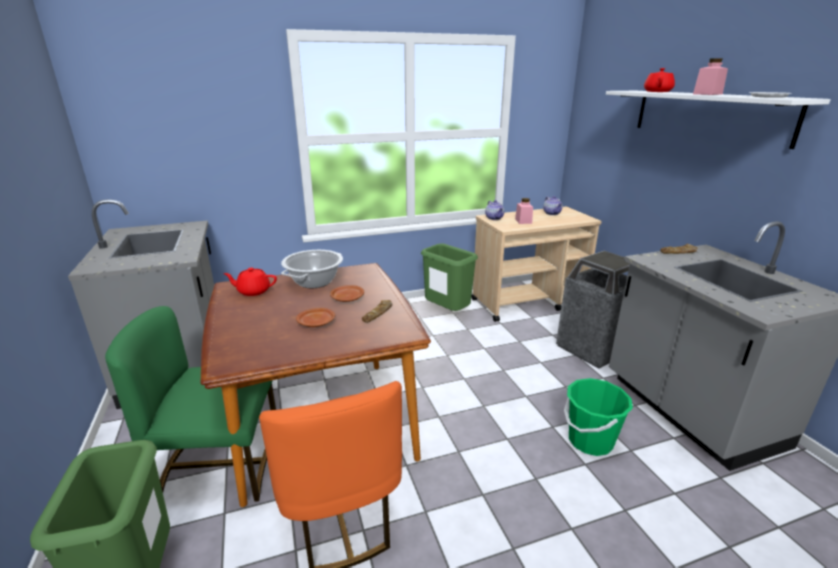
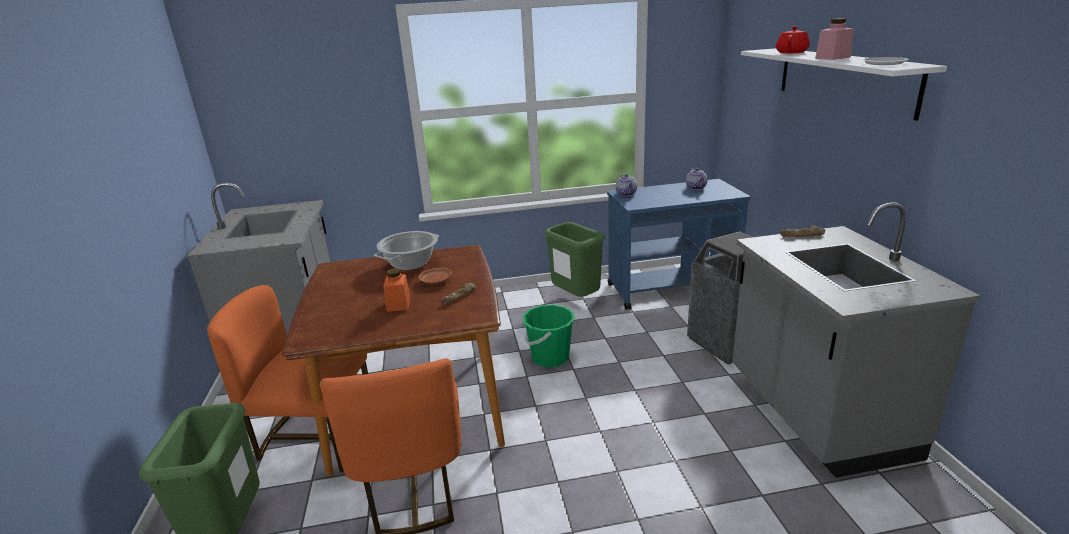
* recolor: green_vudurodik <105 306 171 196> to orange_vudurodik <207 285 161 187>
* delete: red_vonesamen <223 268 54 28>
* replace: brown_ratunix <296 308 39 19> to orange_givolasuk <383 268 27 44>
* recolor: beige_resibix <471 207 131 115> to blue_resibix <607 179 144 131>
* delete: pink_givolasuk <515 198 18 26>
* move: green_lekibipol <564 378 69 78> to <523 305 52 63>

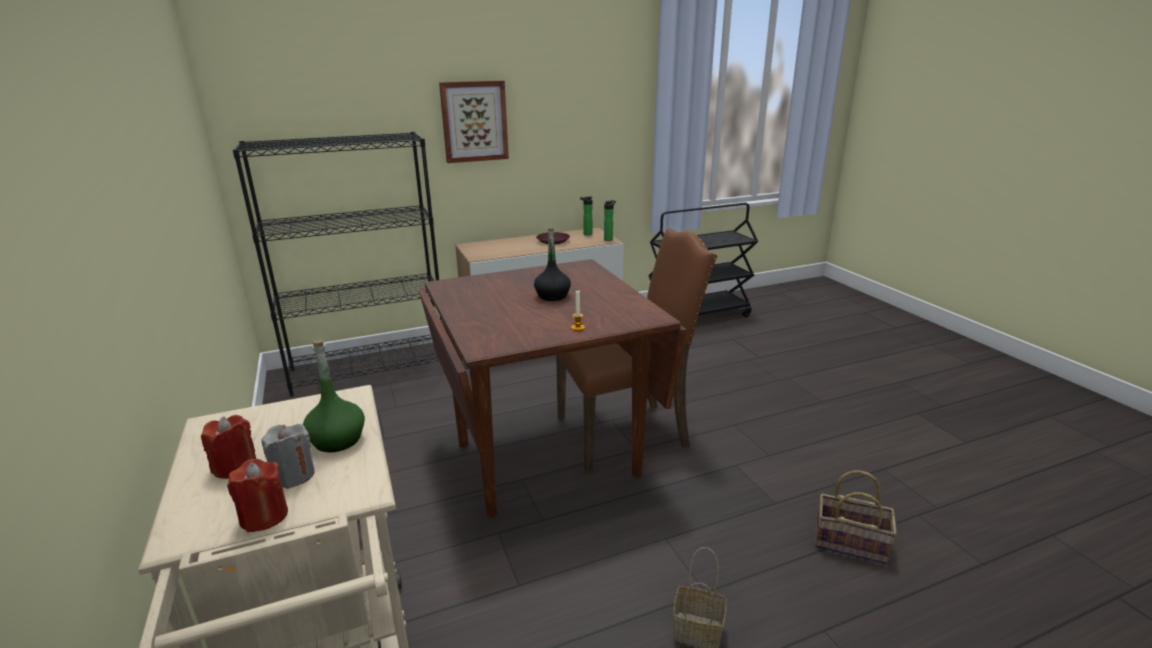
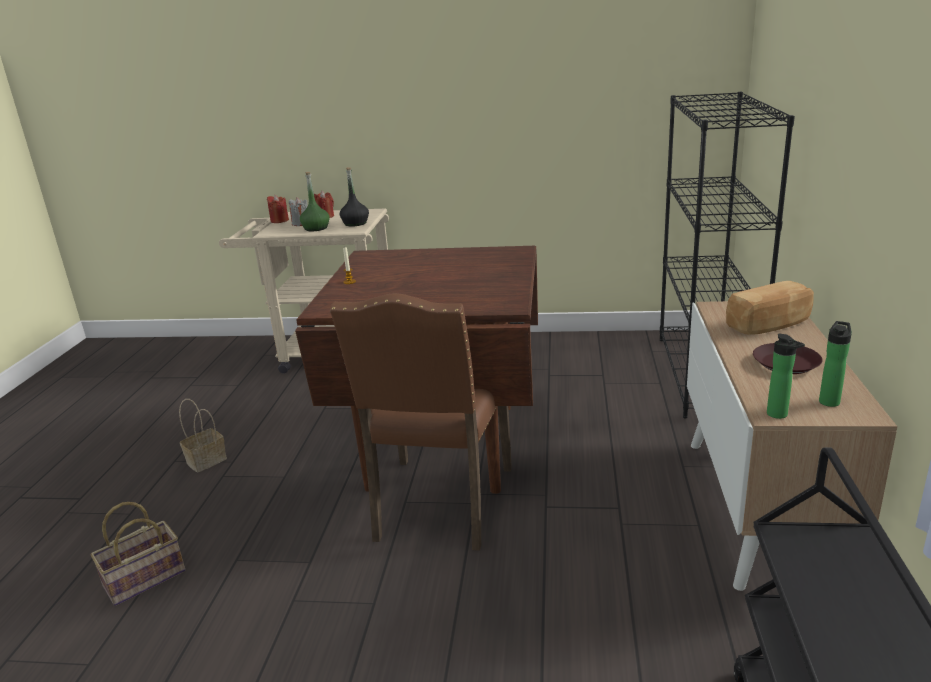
* delete: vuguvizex <439 81 70 82>
* move: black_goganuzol <534 228 37 73> to <340 167 29 59>
* insert: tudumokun <726 281 88 54>

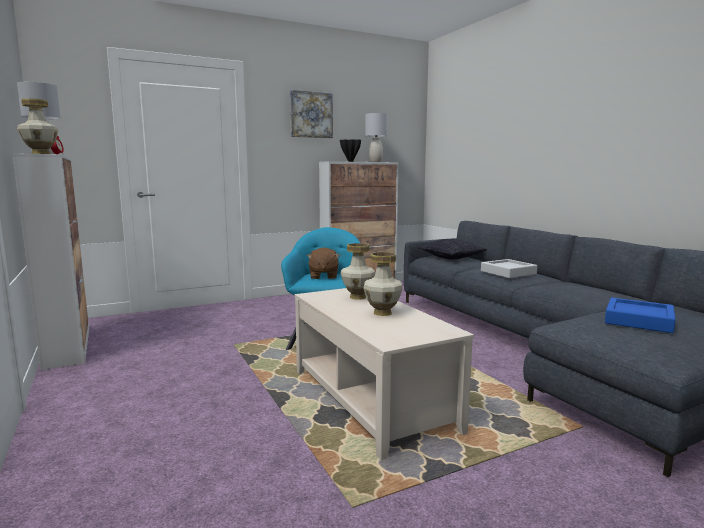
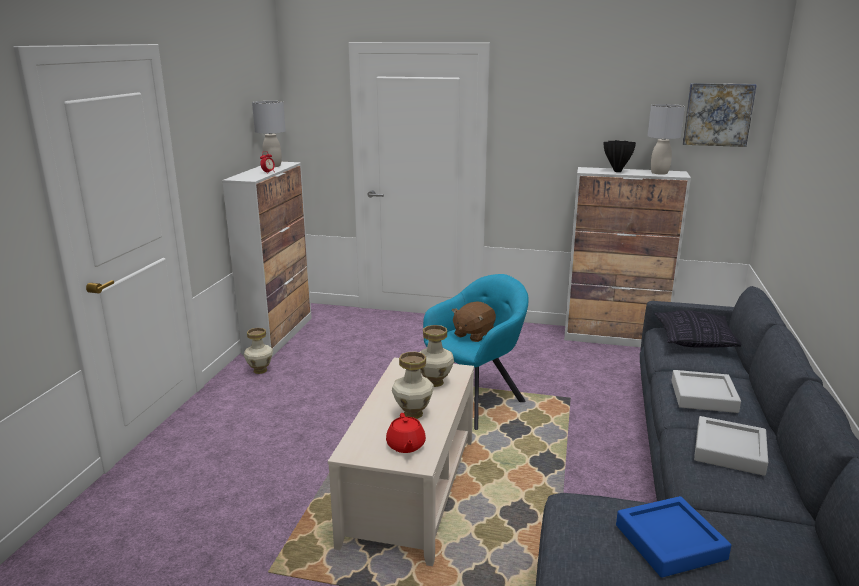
* move: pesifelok <17 98 41 56> to <244 328 29 46>
* move: vuguvizex <290 90 43 48> to <682 83 75 64>
* insert: red_vonesamen <386 413 40 40>
* insert: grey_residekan <694 416 74 60>

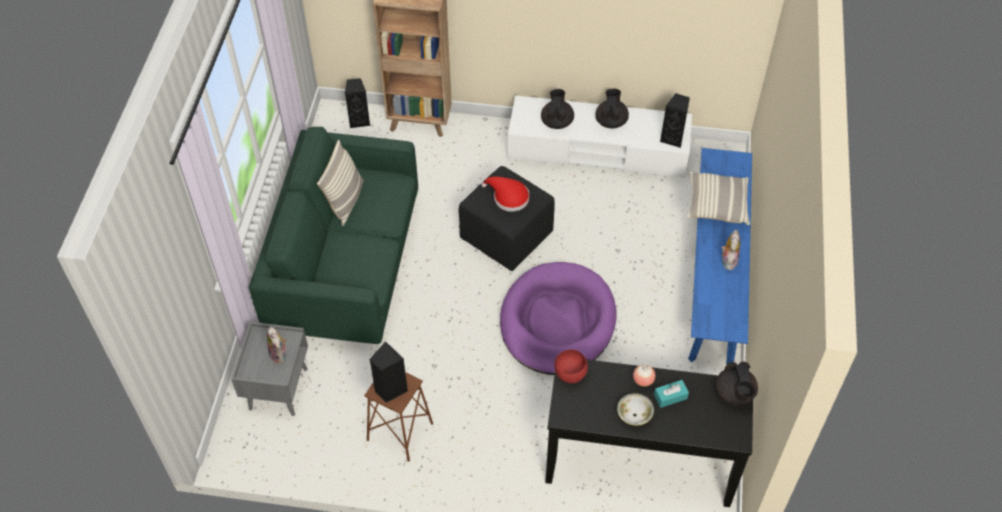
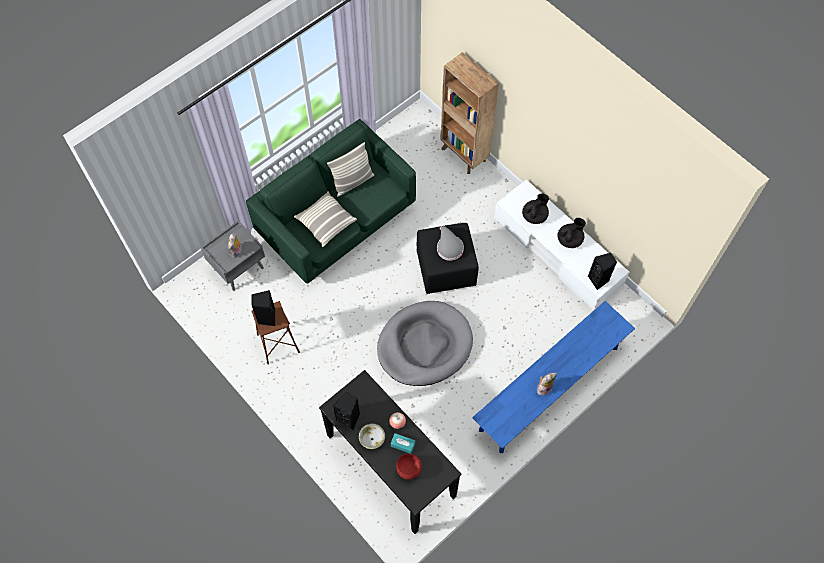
* move: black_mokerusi <345 78 26 50> to <333 391 27 40>
* recolor: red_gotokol <481 176 48 36> to grey_gotokol <437 226 27 35>
* recolor: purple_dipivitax <500 262 116 113> to grey_dipivitax <377 301 96 85>
* move: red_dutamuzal <554 350 34 33> to <396 454 26 26>
* move: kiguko <687 172 63 53> to <294 191 63 56>
* delete: black_vonesamen <715 361 43 44>

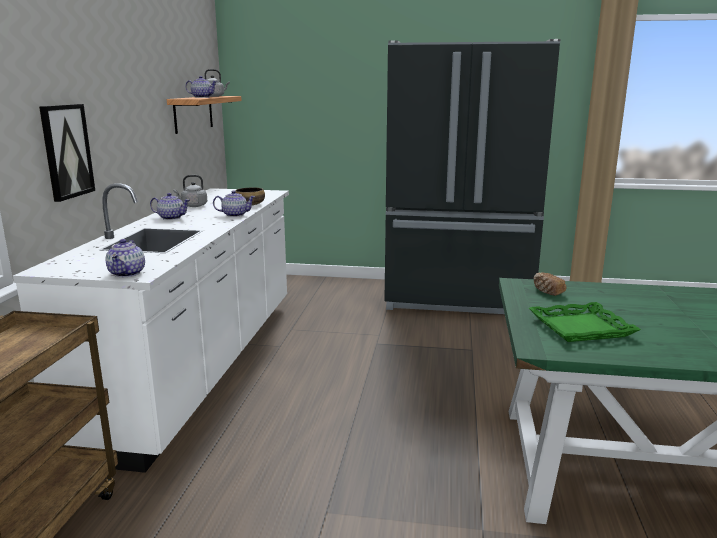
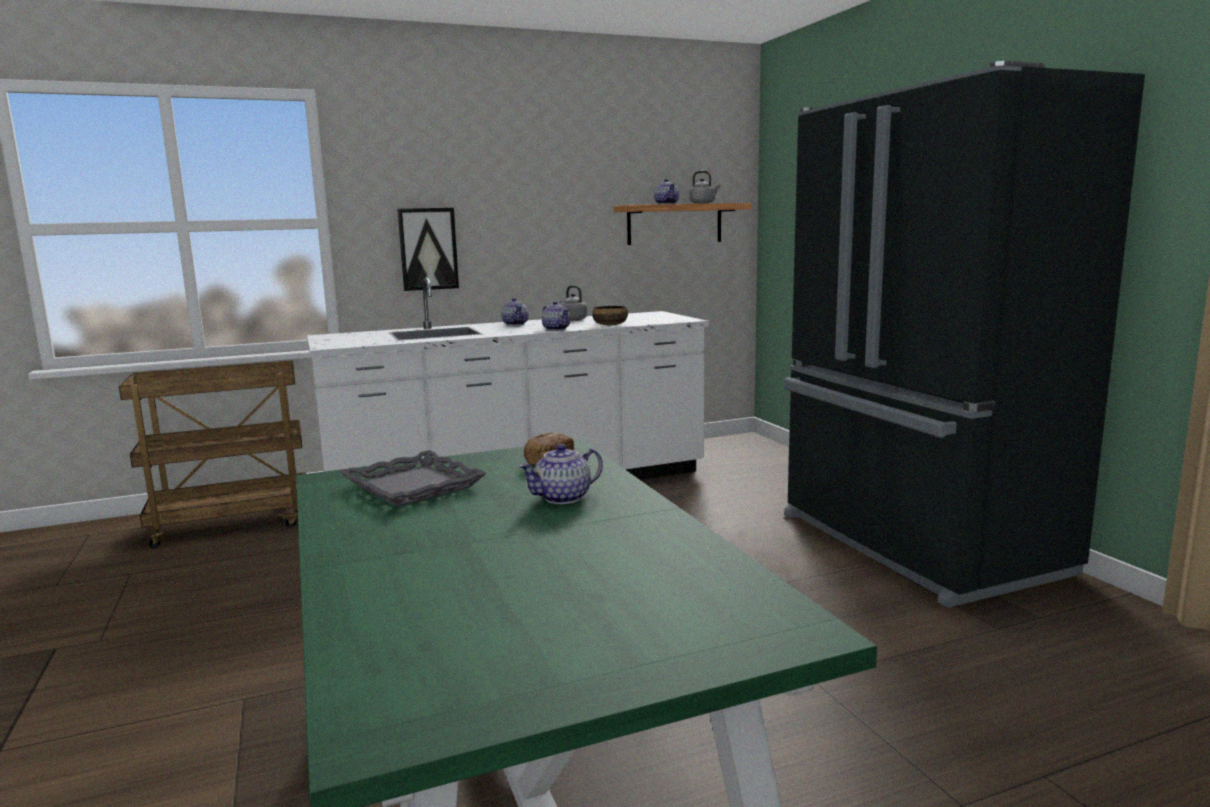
* move: vonesamen <105 239 40 38> to <518 444 85 60>
* recolor: green_residekan <529 302 112 40> to grey_residekan <340 450 147 57>

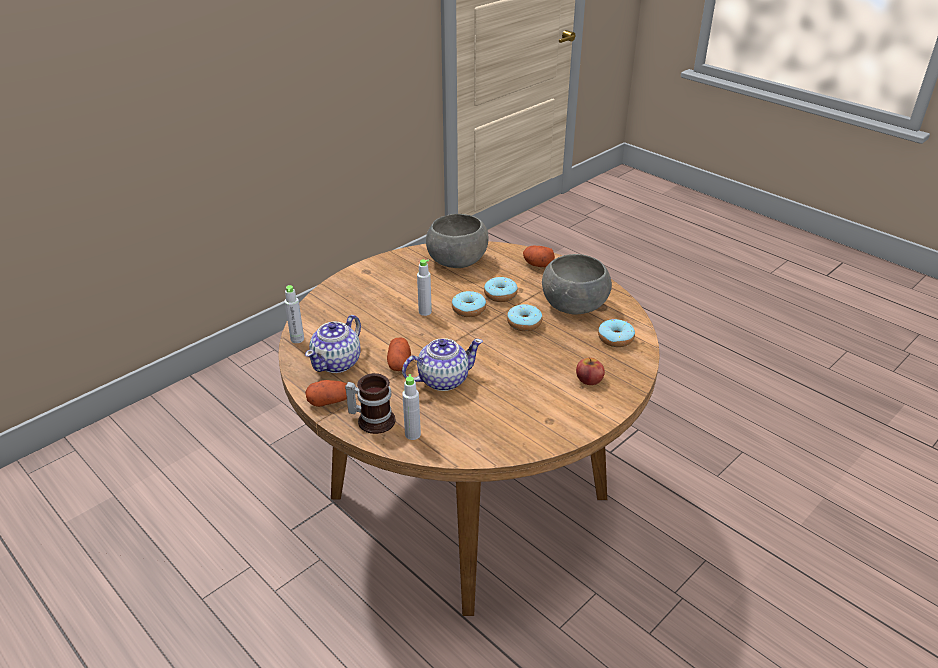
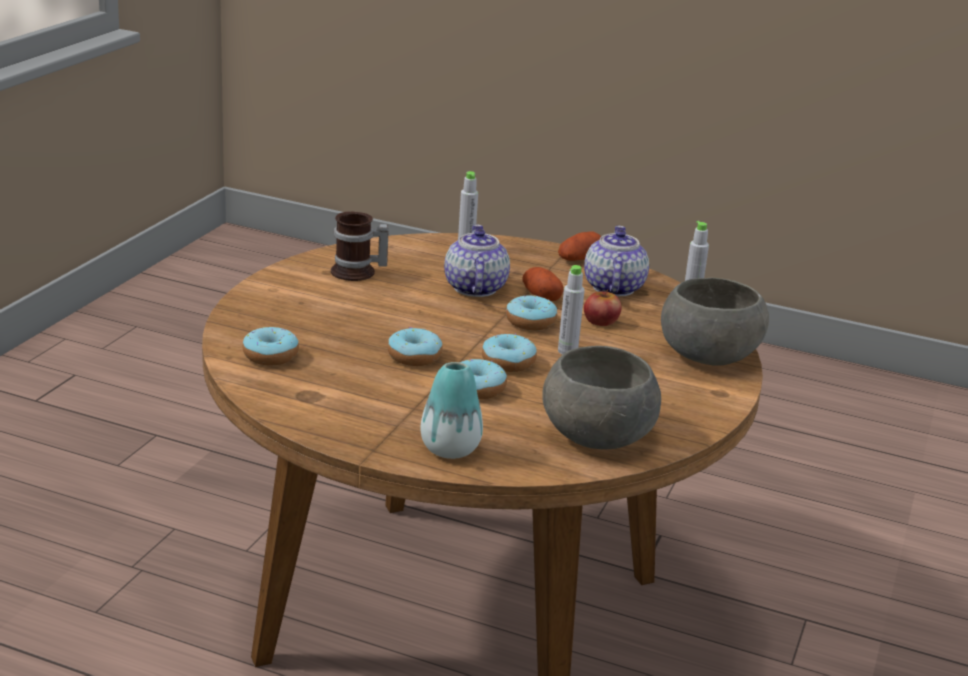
* move: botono <345 373 51 61> to <331 211 58 70>
* rotate: vonesamen <402 338 81 53> = <444 224 66 73> 135 degrees clockwise
* replace: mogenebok <523 246 32 21> to pesifelok <420 362 63 97>
* move: grey_dutamuzal <542 254 70 61> to <661 278 108 88>
* move: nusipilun <576 358 29 27> to <584 289 37 37>
* insert: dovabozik <506 296 51 34>

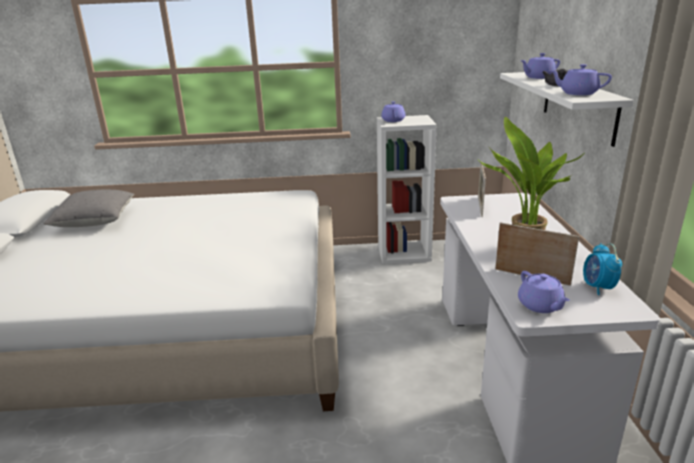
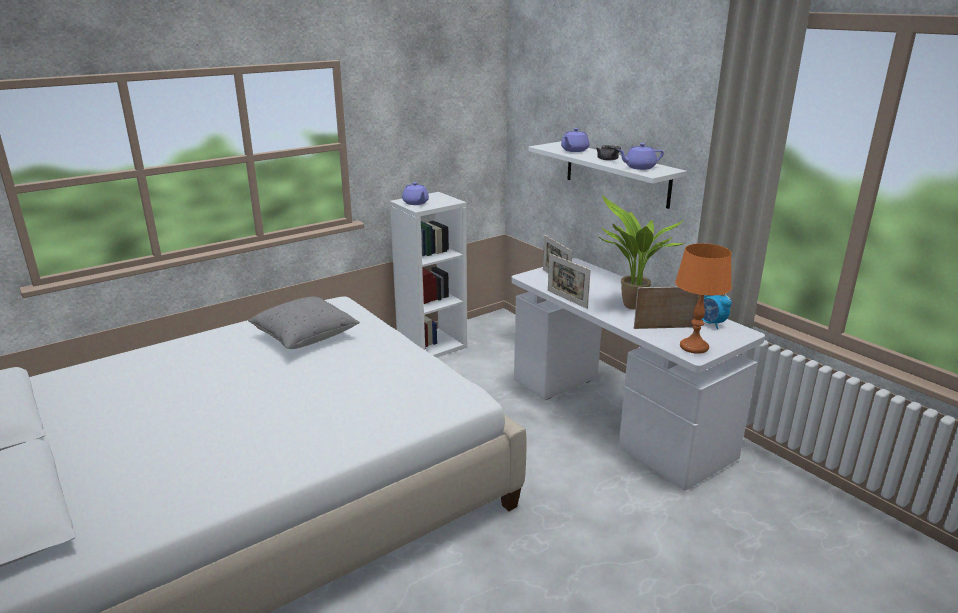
* move: grey_kiguko <43 190 91 37> to <248 297 112 52>
* replace: purple_vonesamen <518 271 52 42> to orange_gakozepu <675 243 57 111>
* insert: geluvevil <548 253 43 56>

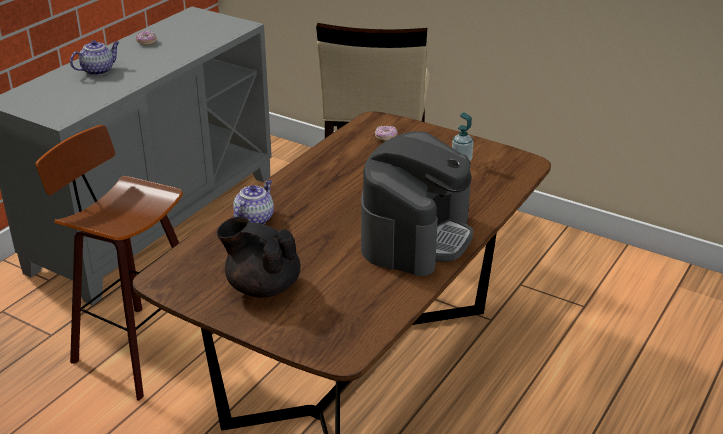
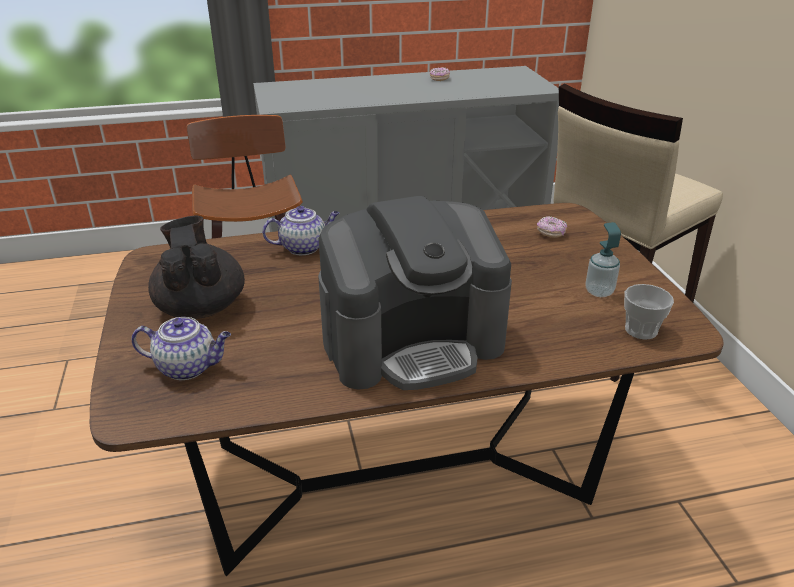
* move: vonesamen <70 40 50 35> to <131 317 100 63>
* insert: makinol <624 284 50 56>

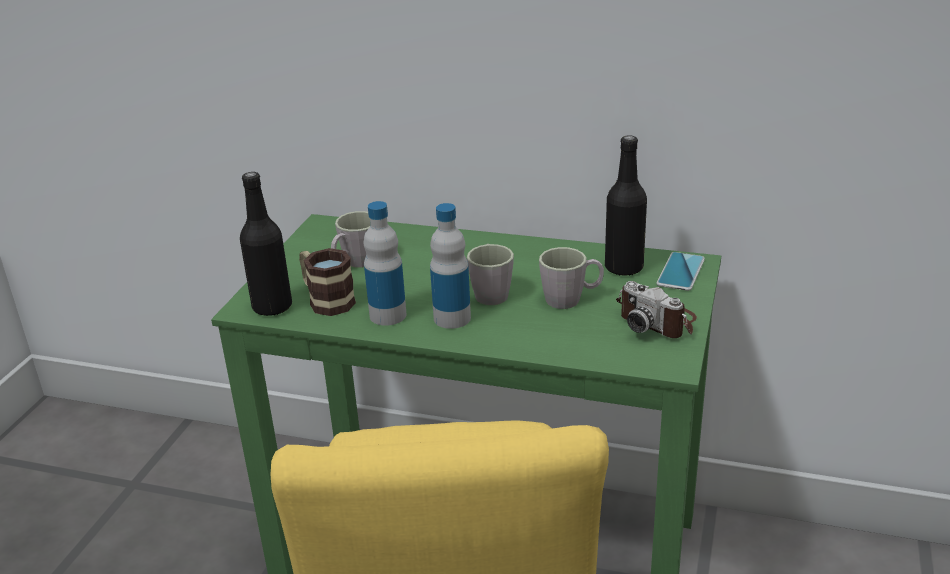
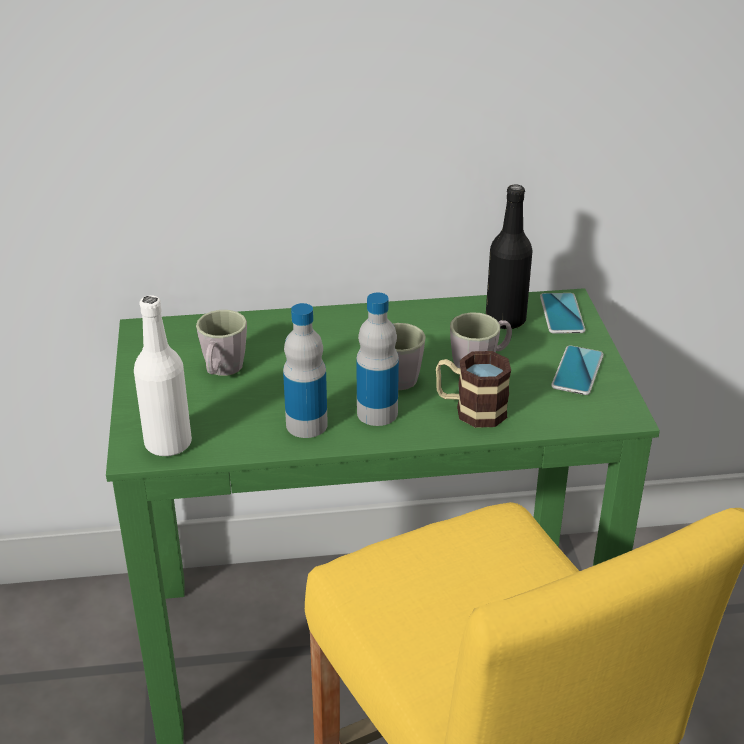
* recolor: black_goganuzol <240 172 52 144> to white_goganuzol <134 295 58 161>
* move: botono <299 248 57 68> to <436 351 75 77>
* replace: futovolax <616 281 81 57> to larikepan <551 345 52 50>

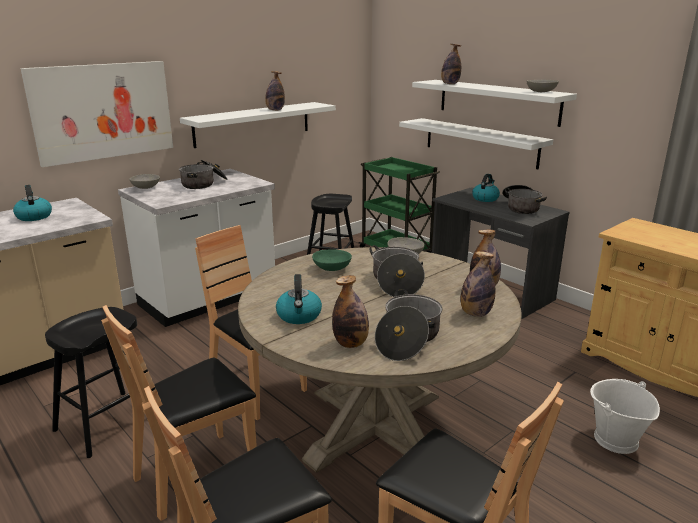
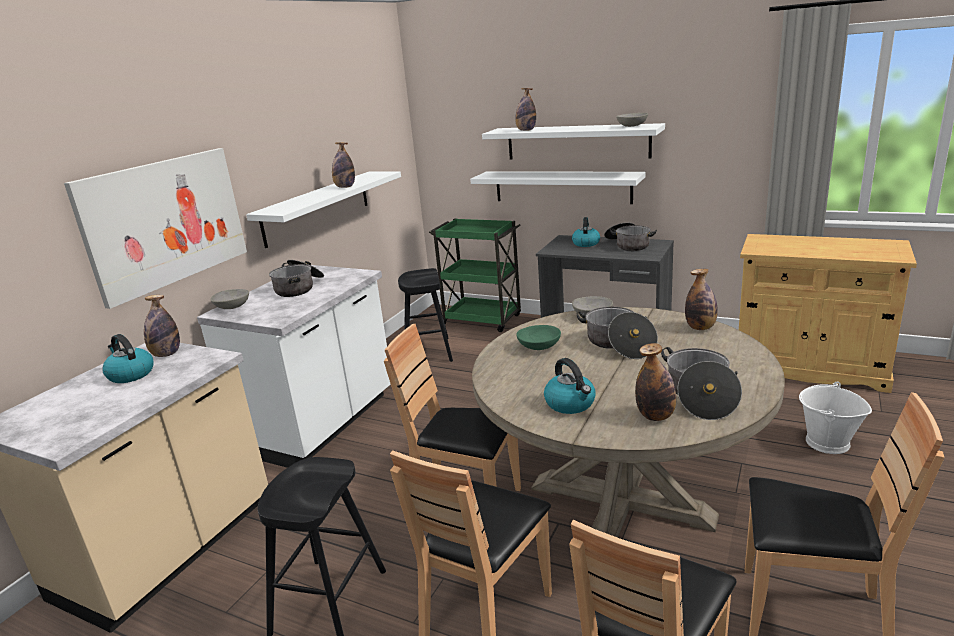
* move: goganuzol <461 251 34 66> to <144 295 36 62>

